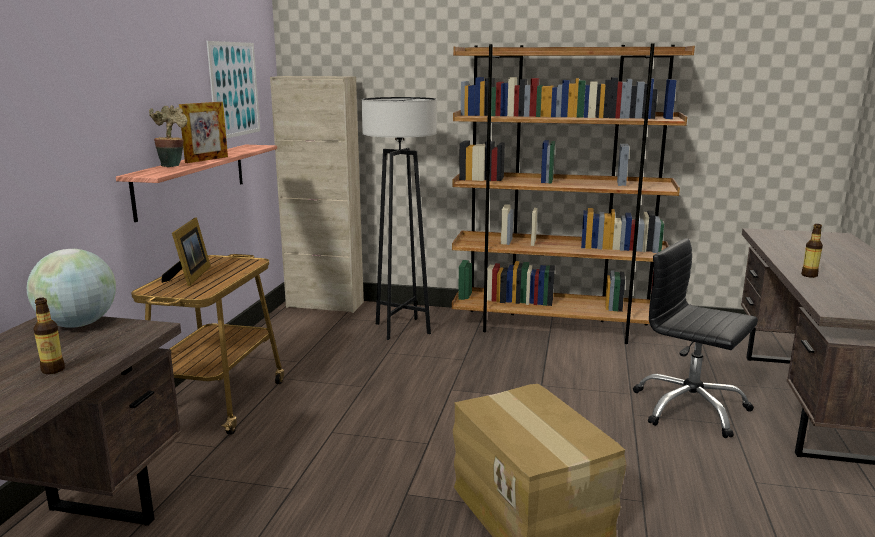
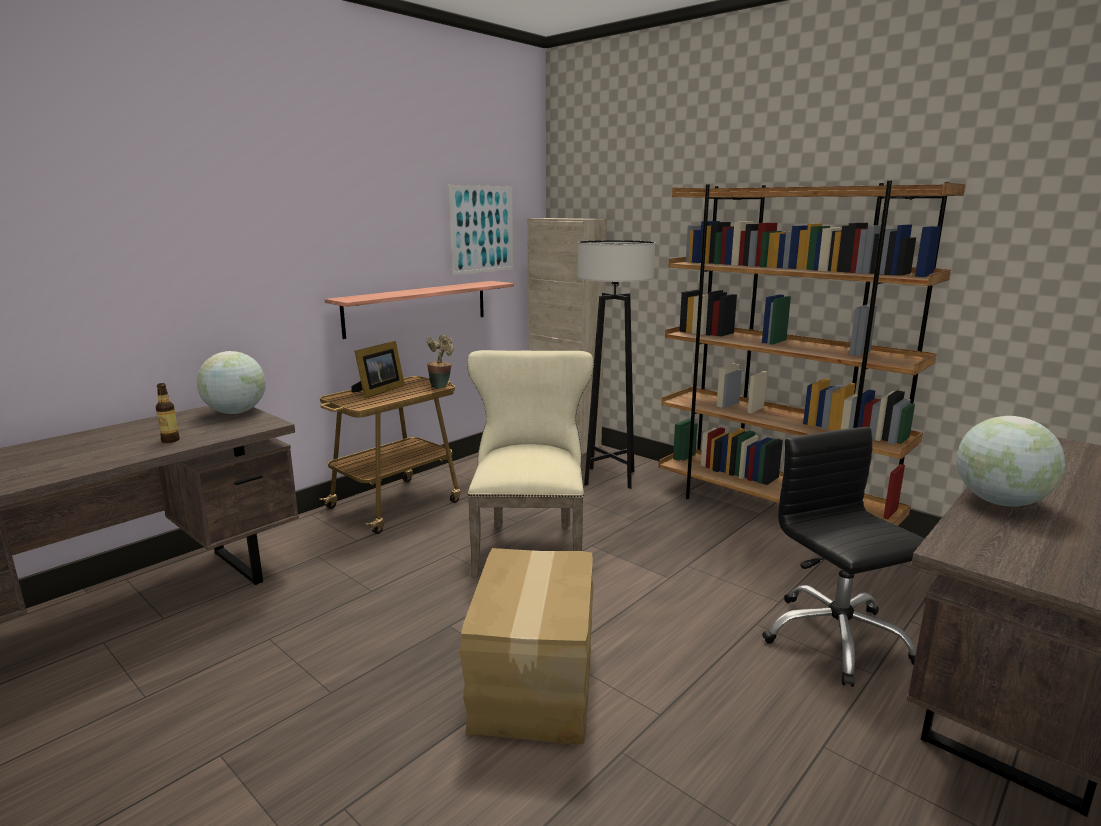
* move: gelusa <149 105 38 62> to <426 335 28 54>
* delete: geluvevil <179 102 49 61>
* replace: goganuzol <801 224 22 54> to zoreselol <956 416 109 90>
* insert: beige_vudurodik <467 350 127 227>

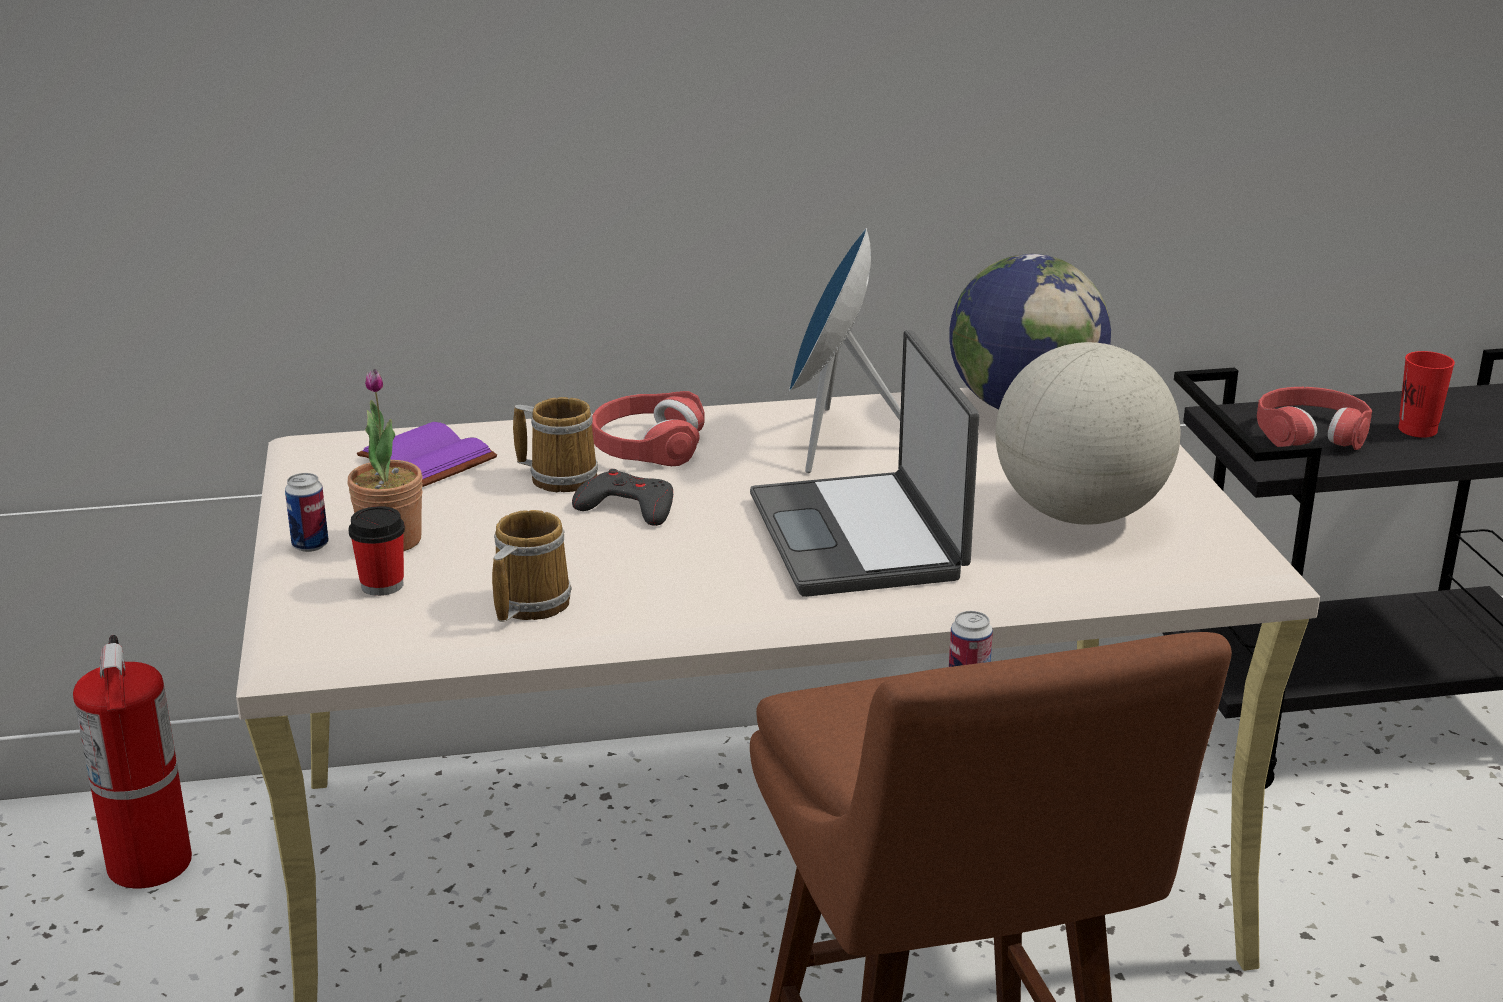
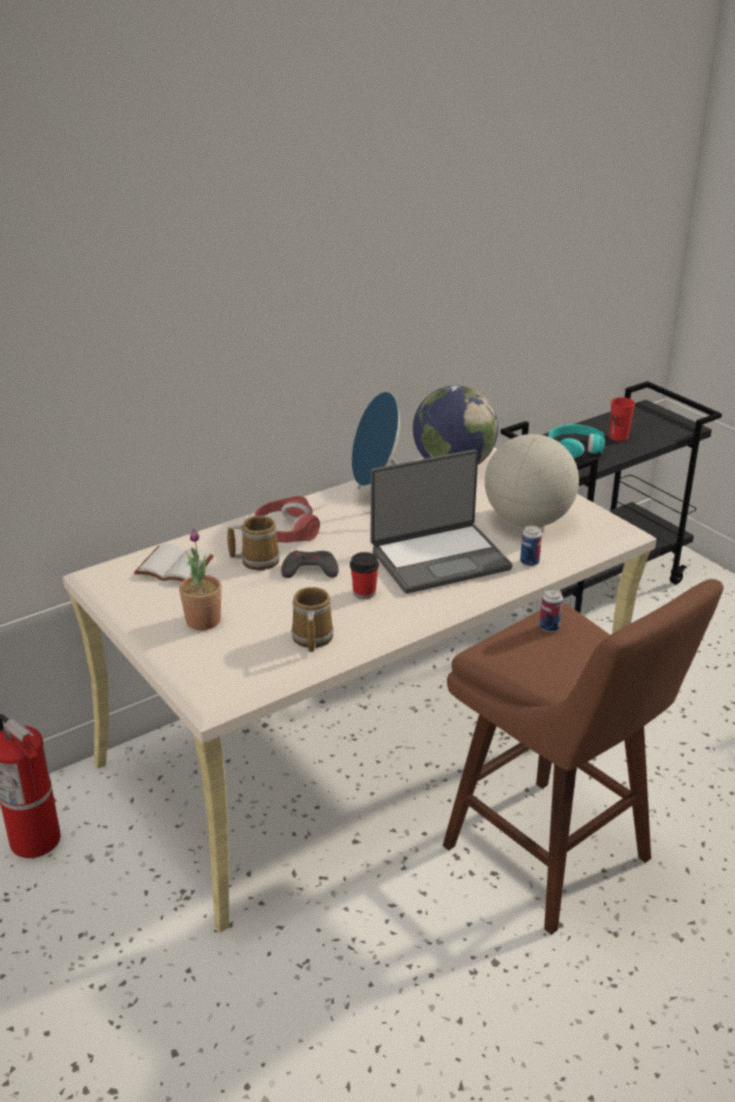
* move: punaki <285 473 43 79> to <520 525 22 41>
* move: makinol <349 506 56 90> to <350 552 29 47>
* recolor: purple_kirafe <357 422 140 65> to white_kirafe <134 543 80 38>
* rotate: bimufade <750 330 229 267> = <371 449 141 144> 75 degrees counterclockwise
* recolor: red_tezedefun <1257 387 115 63> to turquoise_tezedefun <548 424 57 35>

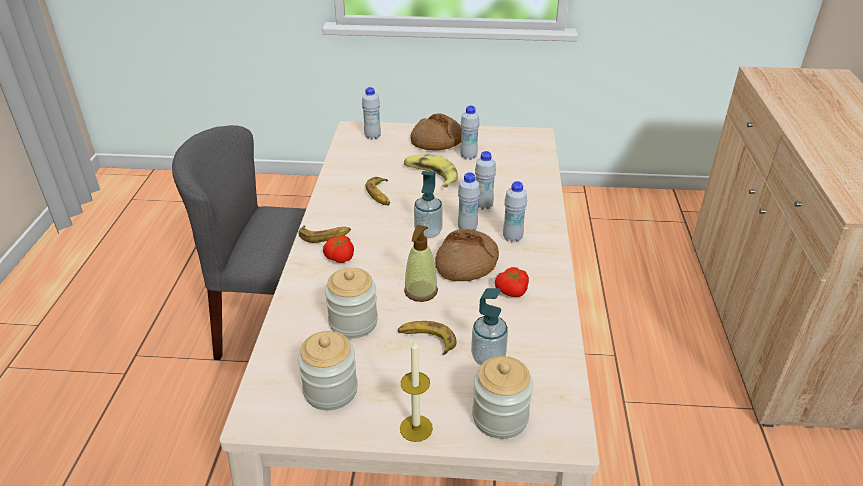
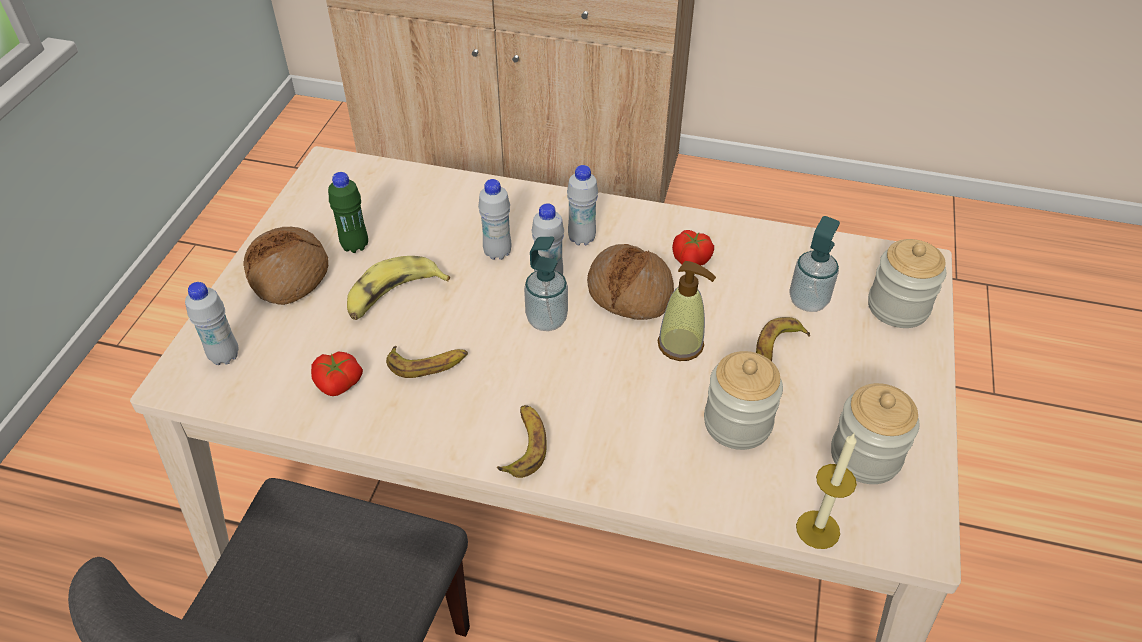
* move: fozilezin <323 235 31 28> to <311 351 52 45>
* move: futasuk <400 340 33 102> to <796 434 61 115>
* recolor: white_goganuzol <460 105 20 55> to green_goganuzol <328 172 40 81>

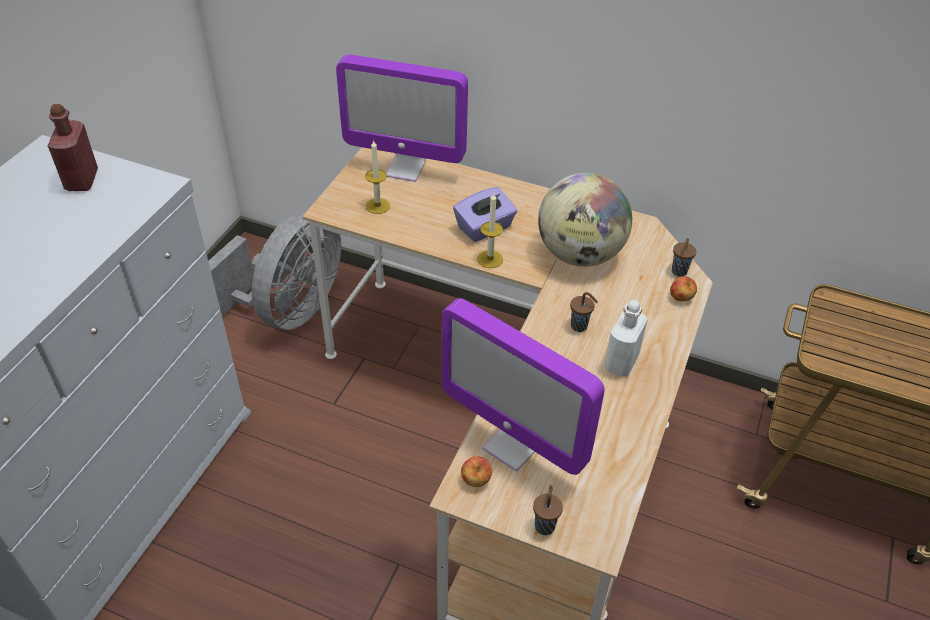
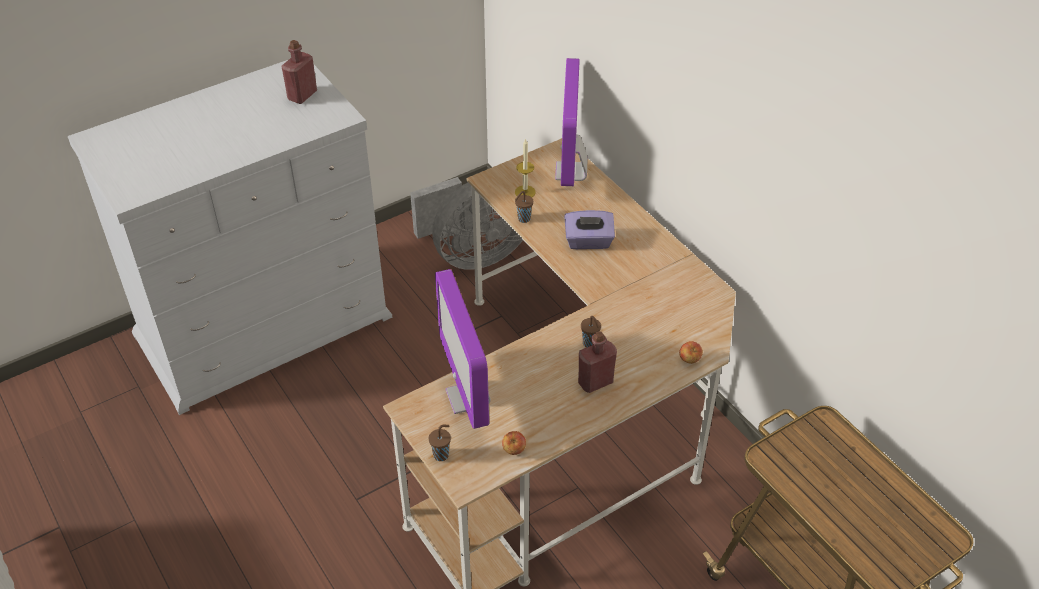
* rotate: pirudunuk <336 54 132 128> = <555 58 32 128> 45 degrees clockwise
* move: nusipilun <461 456 31 31> to <502 431 24 24>
* delete: futasuk <477 193 26 75>
* delete: zoreselol <538 173 94 94>
* recolor: white_goganuzol <604 299 44 78> to red_goganuzol <578 331 39 62>
* move: brown_makinol <672 238 24 39> to <515 191 18 32>

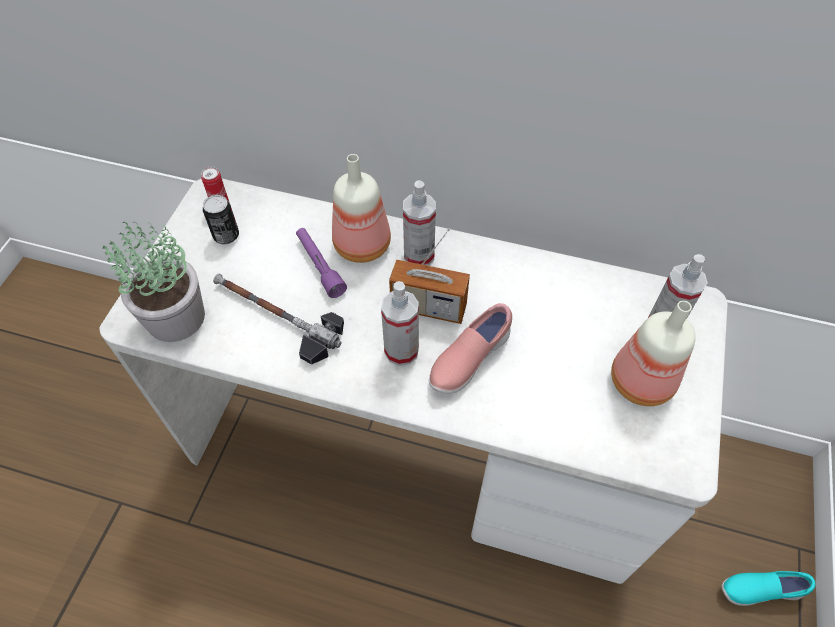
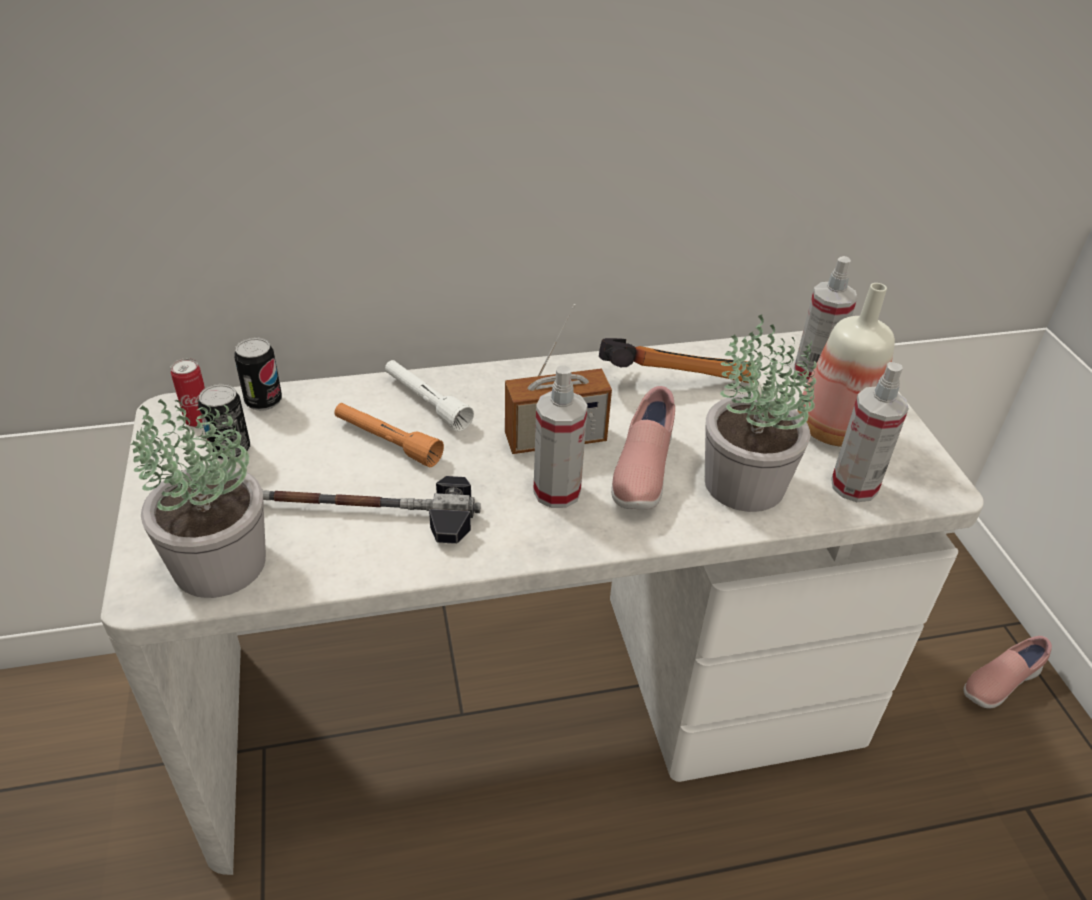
* recolor: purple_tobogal <296 228 51 70> to orange_tobogal <335 403 109 64>
* replace: goganuzol <332 154 59 109> to white_tobogal <385 360 89 72>
* move: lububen <403 180 33 86> to <831 362 78 140>
* recolor: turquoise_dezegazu <721 571 95 35> to pink_dezegazu <963 636 89 73>
* insert: punaki <234 337 48 74>
* insert: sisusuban <599 338 156 45>
* insert: gelusa <705 314 112 198>

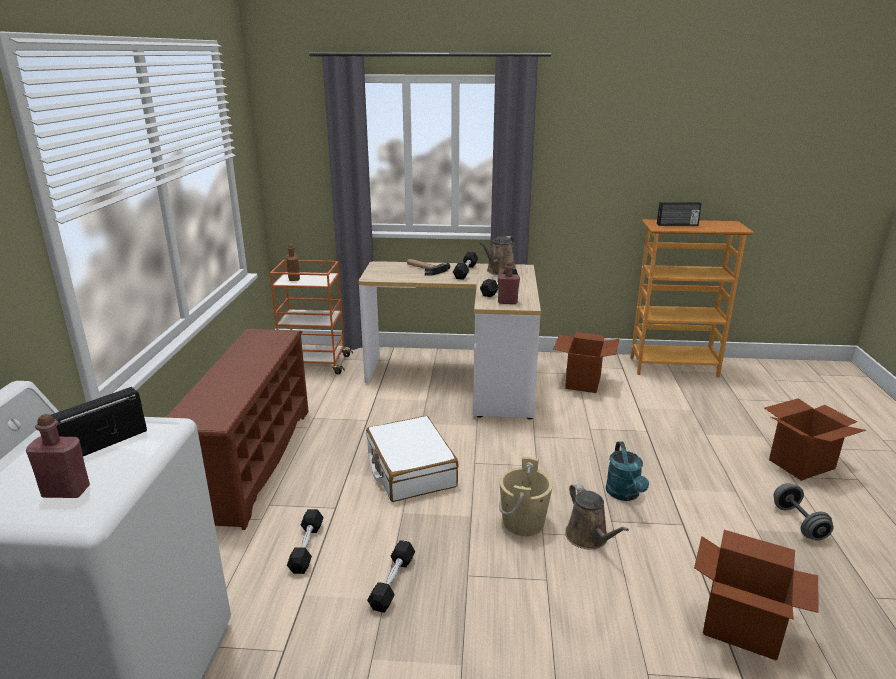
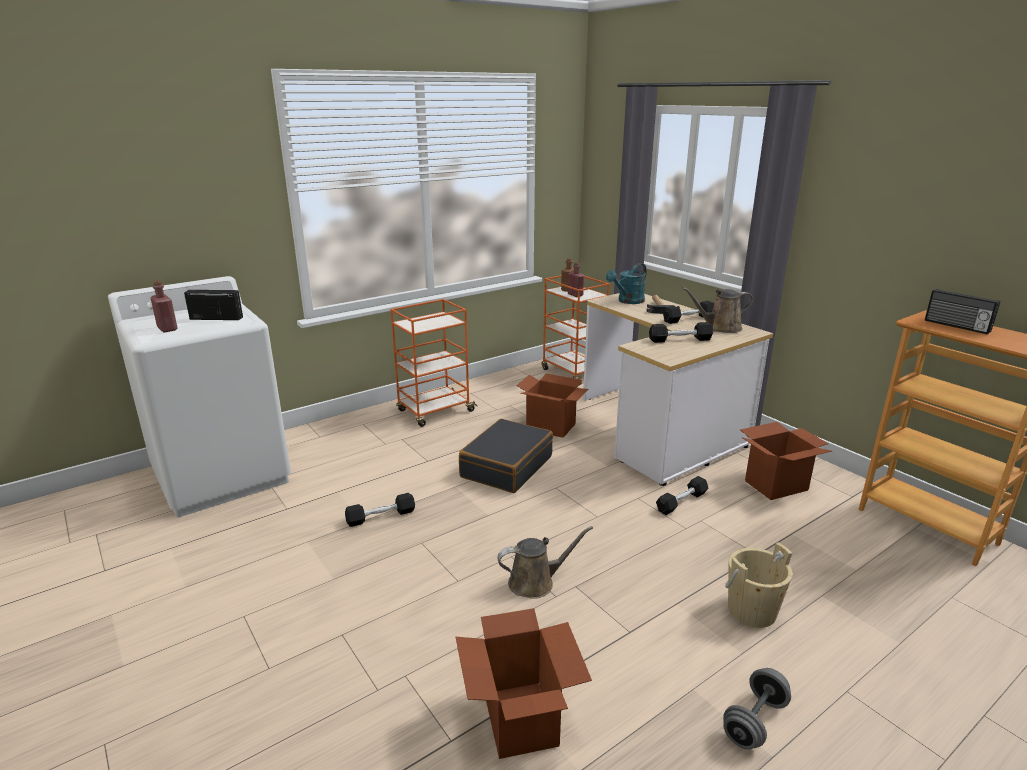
* replace: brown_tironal <165 329 144 201> to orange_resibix <391 299 86 128>
* move: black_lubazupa <287 509 36 65> to <656 476 52 39>
* recolor: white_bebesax <366 416 93 86> to black_bebesax <459 419 94 74>
* move: red_goganuzol <498 262 22 42> to <568 262 16 35>
* move: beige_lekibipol <499 457 54 79> to <725 542 68 86>
* rotate: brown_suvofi <565 483 64 66> = <497 526 96 73> 135 degrees counterclockwise
* move: turquoise_suvofi <606 441 43 60> to <606 263 41 41>
* move: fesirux <765 398 101 83> to <516 373 72 65>

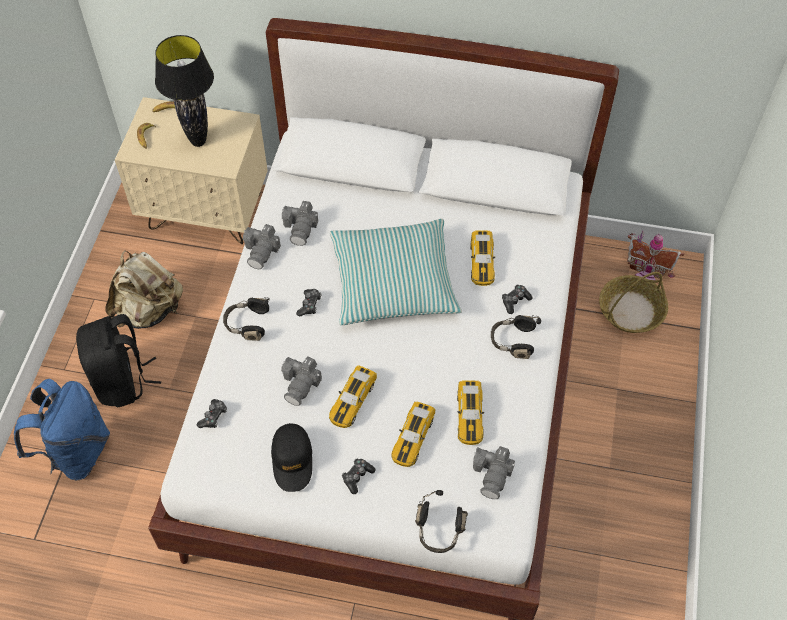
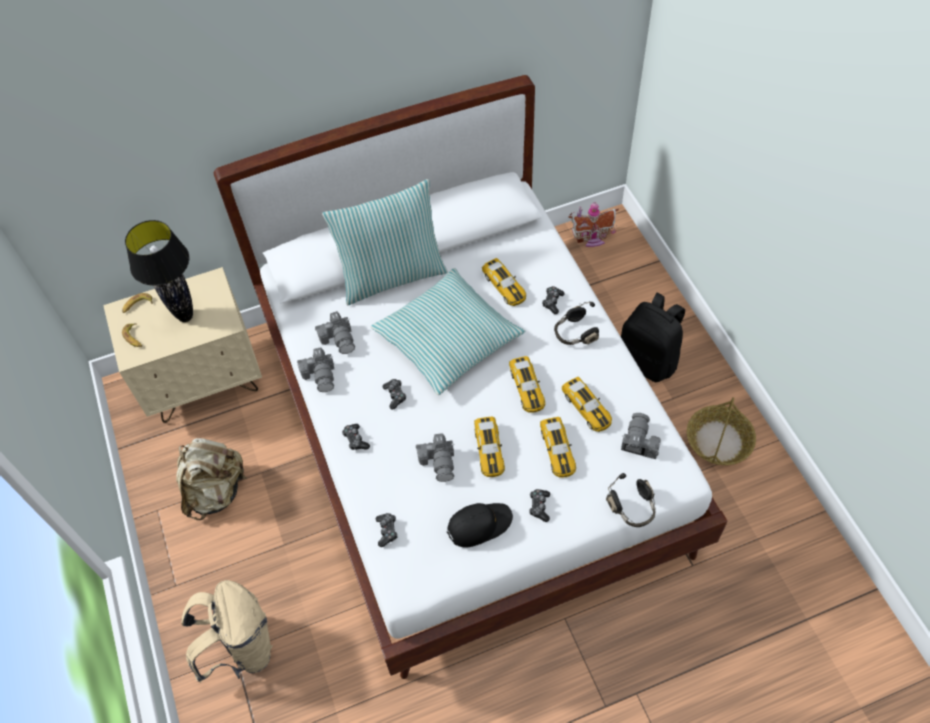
* recolor: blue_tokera <14 379 96 101> to beige_tokera <181 580 92 103>
* move: black_tokera <76 314 85 94> to <621 293 64 89>
* replace: black_tezedefun <223 298 47 43> to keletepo <342 424 28 26>
* rotate: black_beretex <271 423 41 69> = <447 503 66 45> 75 degrees counterclockwise
* rotate: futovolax <473 446 42 53> = <621 413 40 46> 150 degrees counterclockwise
* move: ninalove <599 272 69 61> to <687 397 69 68>
* insert: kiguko <322 179 126 126>
* insert: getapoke <509 356 36 57>

